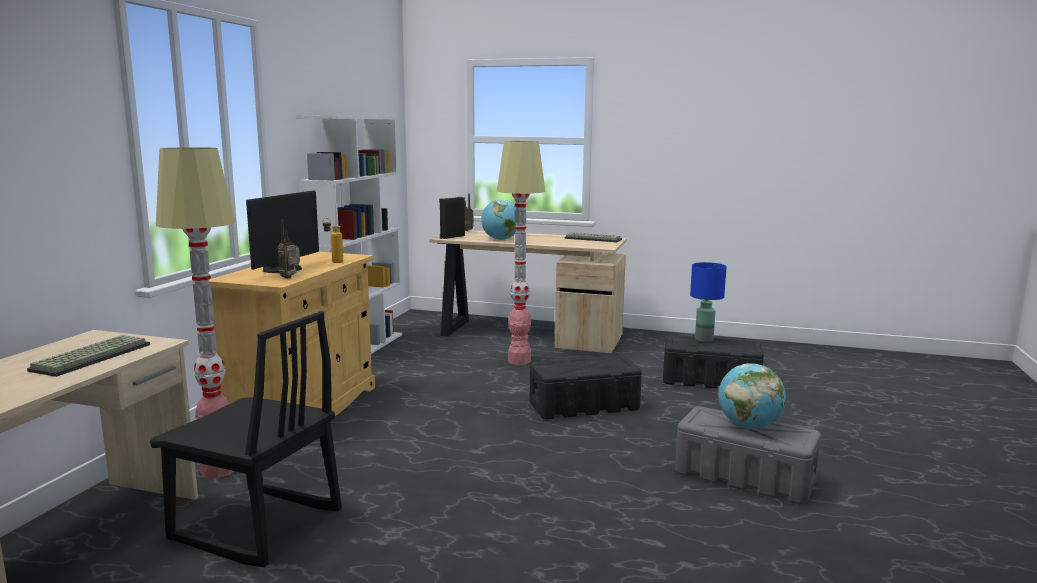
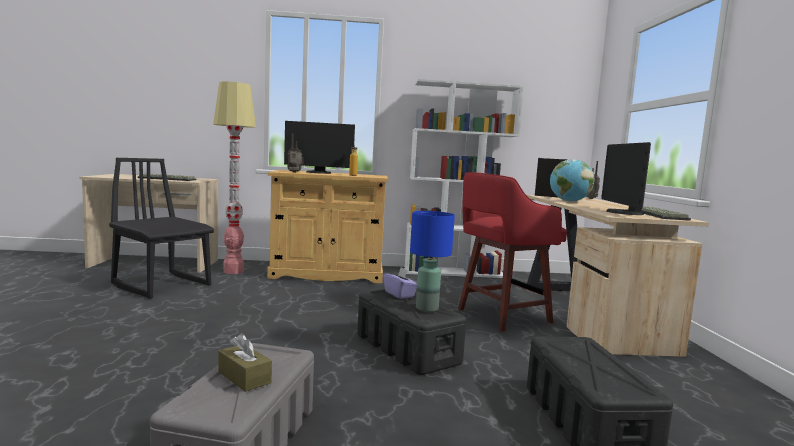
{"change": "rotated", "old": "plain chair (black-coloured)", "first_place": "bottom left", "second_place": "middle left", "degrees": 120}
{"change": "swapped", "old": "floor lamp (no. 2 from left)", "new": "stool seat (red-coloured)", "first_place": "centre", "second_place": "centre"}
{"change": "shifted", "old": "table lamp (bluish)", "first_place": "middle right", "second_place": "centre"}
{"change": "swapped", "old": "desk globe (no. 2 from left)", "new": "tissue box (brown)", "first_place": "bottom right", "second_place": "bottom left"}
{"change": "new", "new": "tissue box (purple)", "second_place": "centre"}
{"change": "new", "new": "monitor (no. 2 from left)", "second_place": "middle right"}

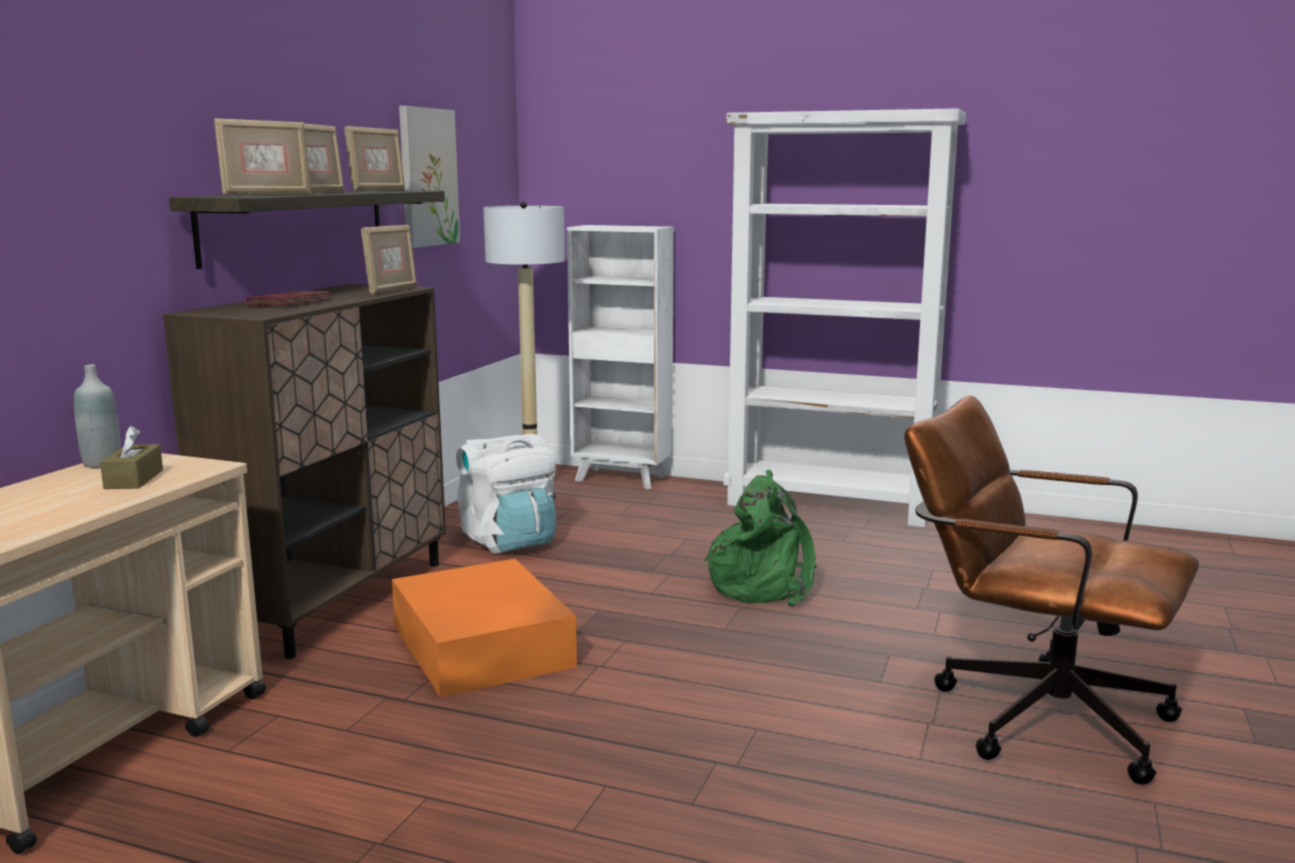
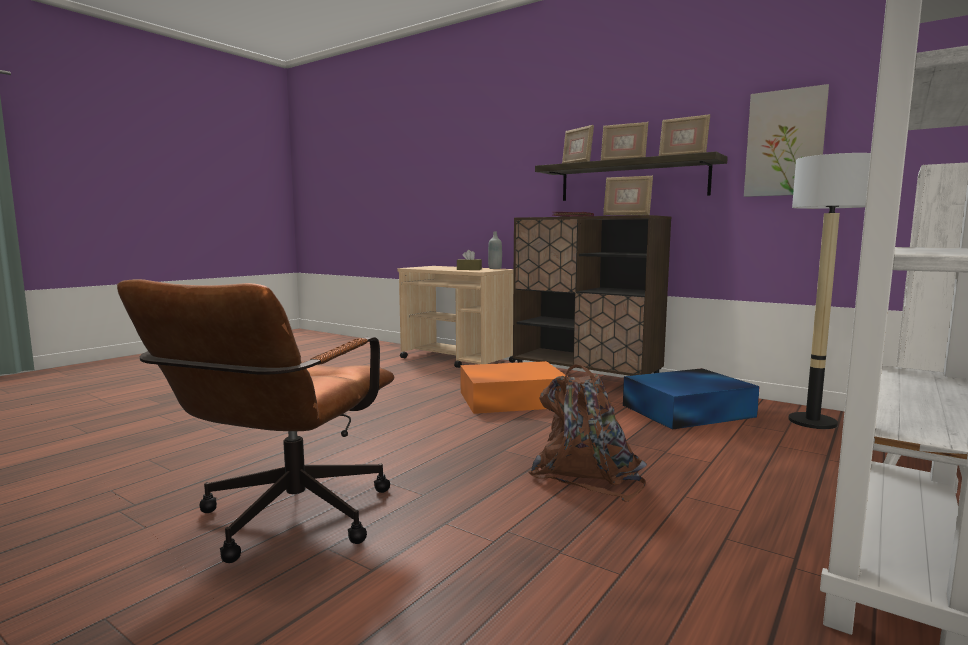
{"change": "swapped", "old": "rucksack (white)", "new": "storage bin (bluish)", "first_place": "centre", "second_place": "middle right"}
{"change": "repainted", "old": "rucksack (green-coloured)", "new": "rucksack (brown)", "first_place": "centre", "second_place": "bottom centre"}
{"change": "rotated", "old": "office chair (brown)", "first_place": "bottom right", "second_place": "middle left", "degrees": 150}

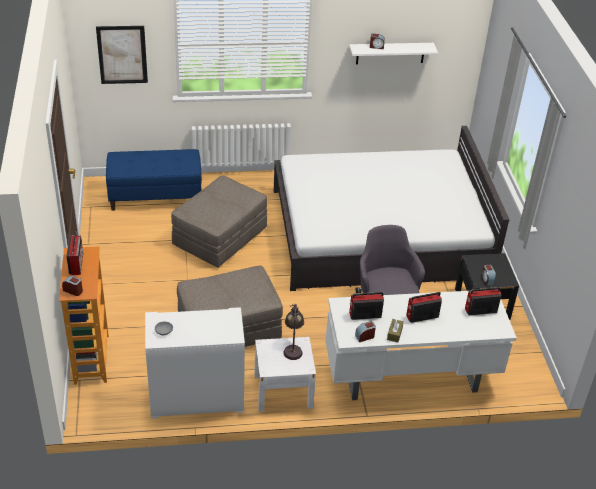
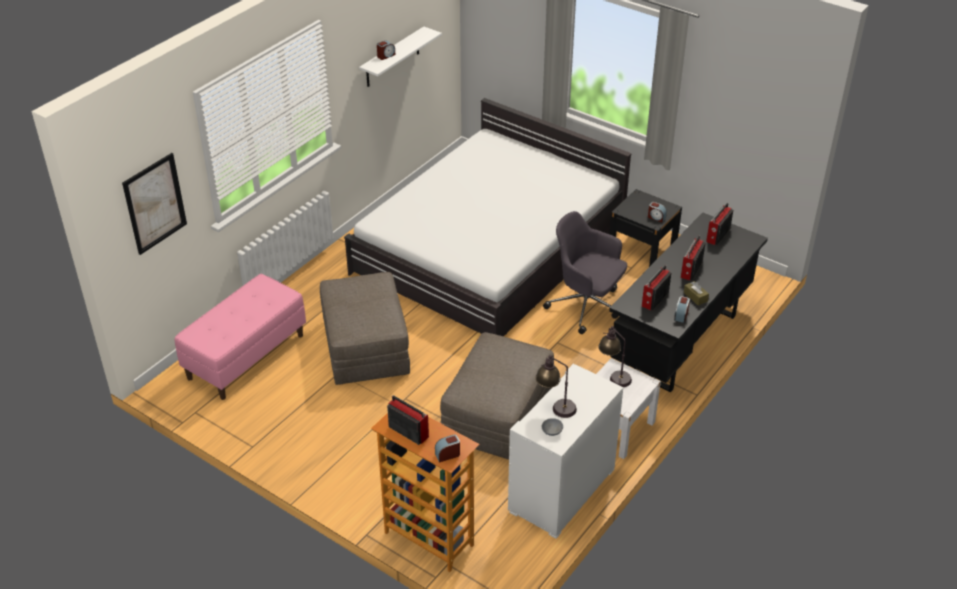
{"change": "repainted", "old": "bench (bluish)", "new": "bench (pink)", "first_place": "middle left", "second_place": "middle left"}
{"change": "repainted", "old": "desk (white)", "new": "desk (black-coloured)", "first_place": "bottom right", "second_place": "middle right"}
{"change": "new", "new": "table lamp (no. 1 from left)", "second_place": "centre"}

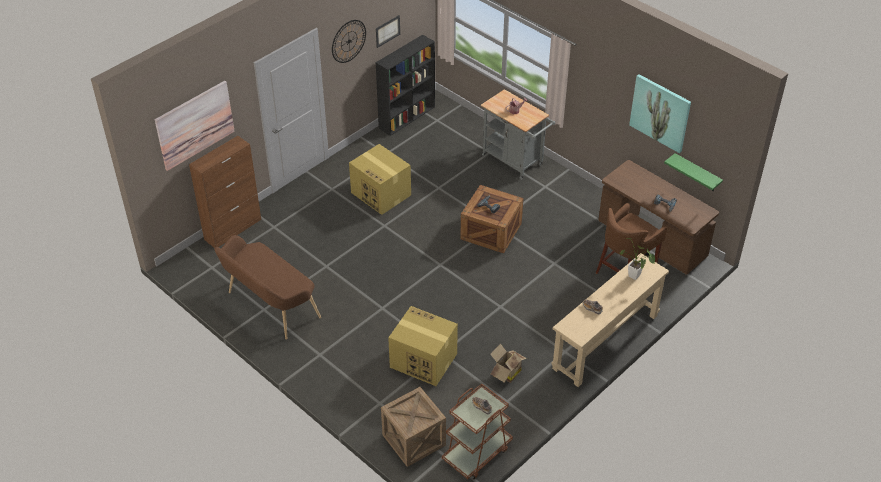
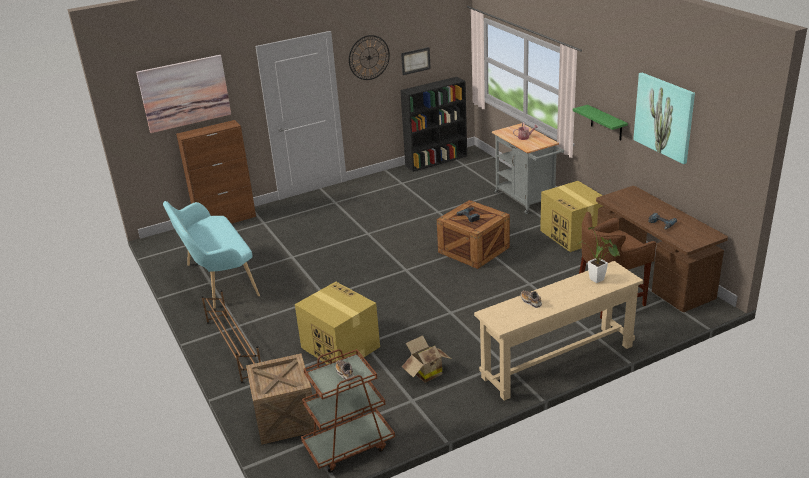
{"change": "repainted", "old": "bench (brown)", "new": "bench (turquoise-coloured)", "first_place": "middle left", "second_place": "middle left"}
{"change": "shifted", "old": "carton (no. 1 from left in the first image)", "new": "carton (no. 3 from left)", "first_place": "centre", "second_place": "middle right"}
{"change": "shifted", "old": "bracket shelf (green-coloured)", "first_place": "middle right", "second_place": "top right"}
{"change": "new", "new": "shoe stand (brown)", "second_place": "bottom left"}

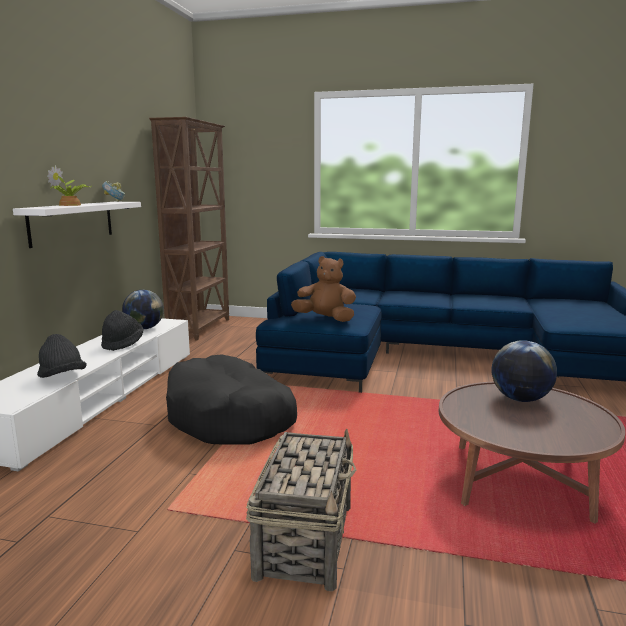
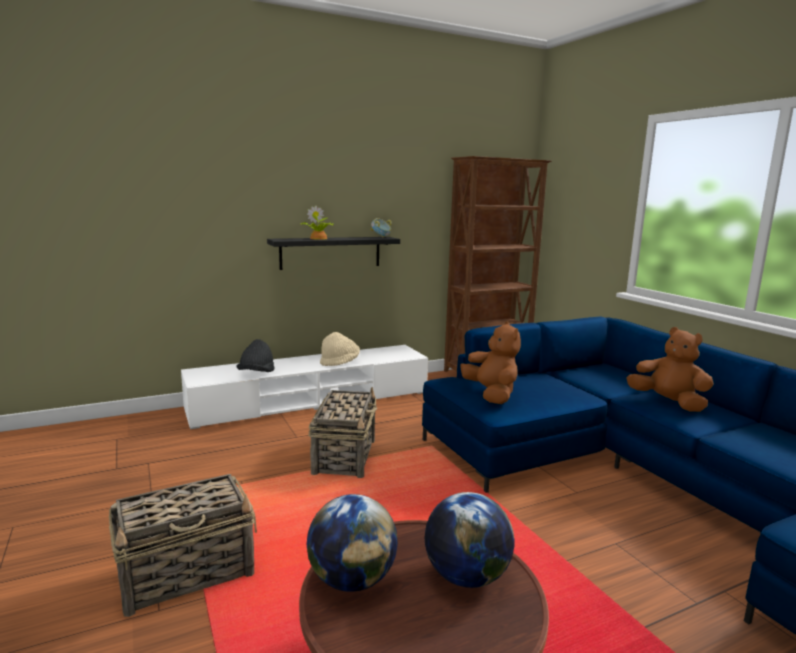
{"change": "repainted", "old": "bracket shelf (white)", "new": "bracket shelf (black-coloured)", "first_place": "middle left", "second_place": "centre"}
{"change": "repainted", "old": "clothing hat (black-coloured) (no. 2 from left)", "new": "clothing hat (beige-coloured)", "first_place": "middle left", "second_place": "centre"}
{"change": "shifted", "old": "desk globe (no. 1 from left)", "first_place": "middle left", "second_place": "bottom centre"}
{"change": "swapped", "old": "dog cushion (black-coloured)", "new": "storage basket (no. 2 from left)", "first_place": "centre", "second_place": "centre"}
{"change": "new", "new": "cuddly toy (brown) (no. 2 from left)", "second_place": "middle right"}

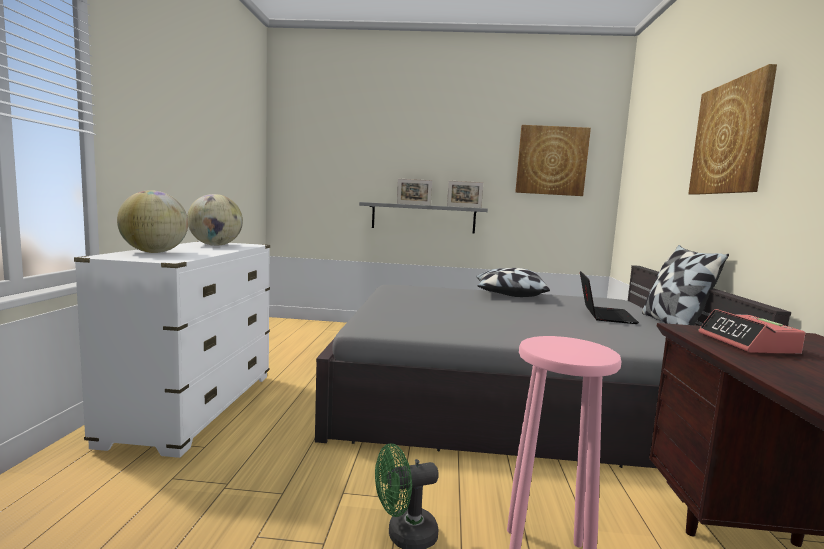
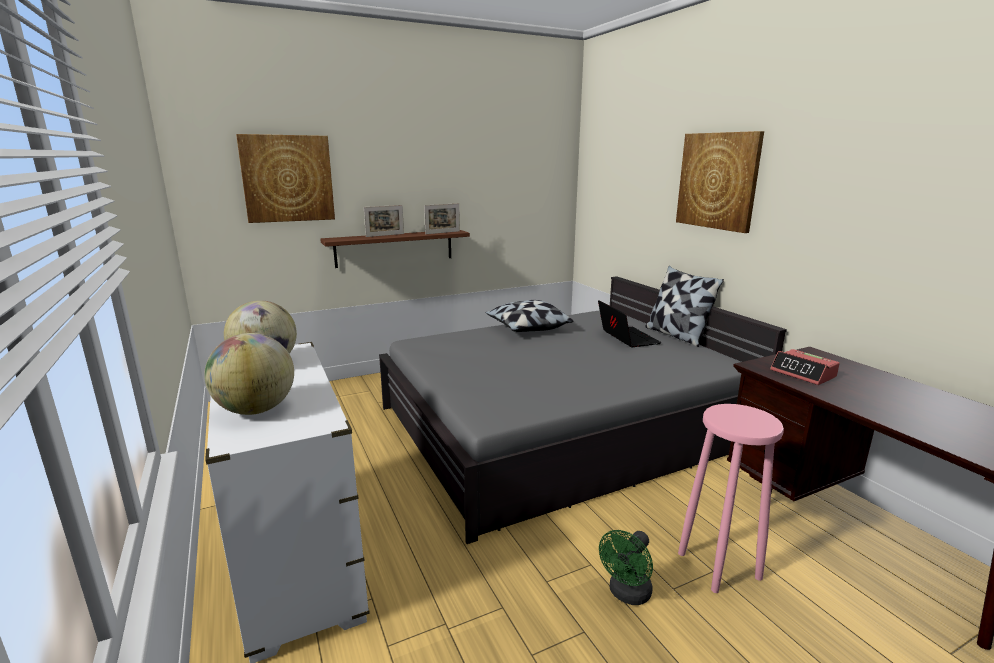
{"change": "repainted", "old": "bracket shelf (grey)", "new": "bracket shelf (brown)", "first_place": "centre", "second_place": "centre"}
{"change": "shifted", "old": "wall picture (no. 1 from left)", "first_place": "top right", "second_place": "top left"}

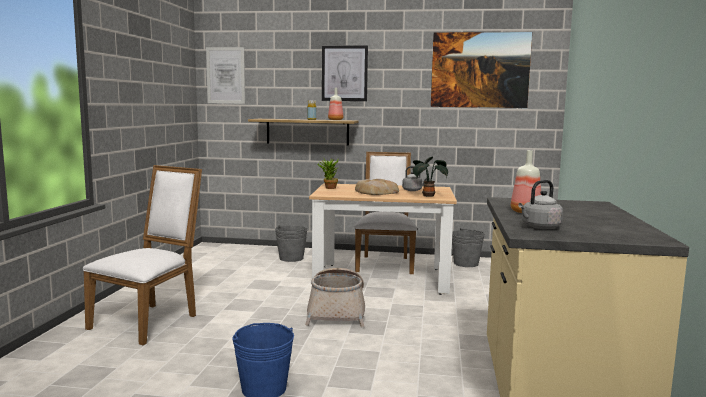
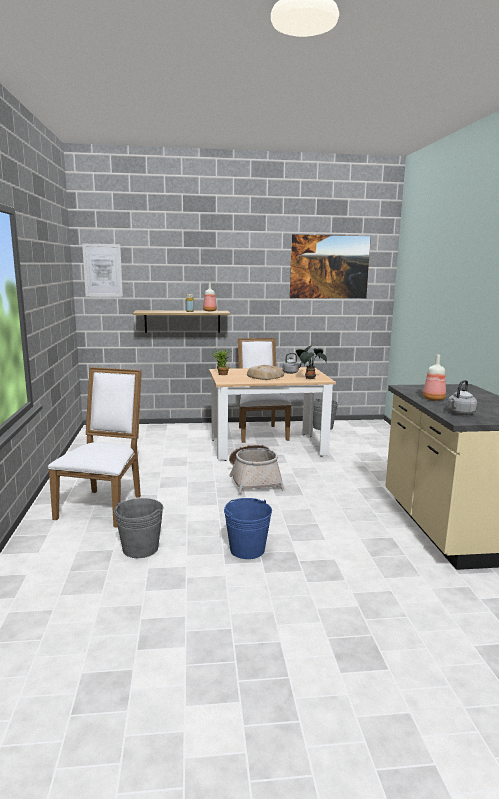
{"change": "shifted", "old": "pail (grey) (no. 1 from left)", "first_place": "centre", "second_place": "middle left"}
{"change": "gone", "old": "wall picture (no. 2 from left)", "first_place": "top centre"}

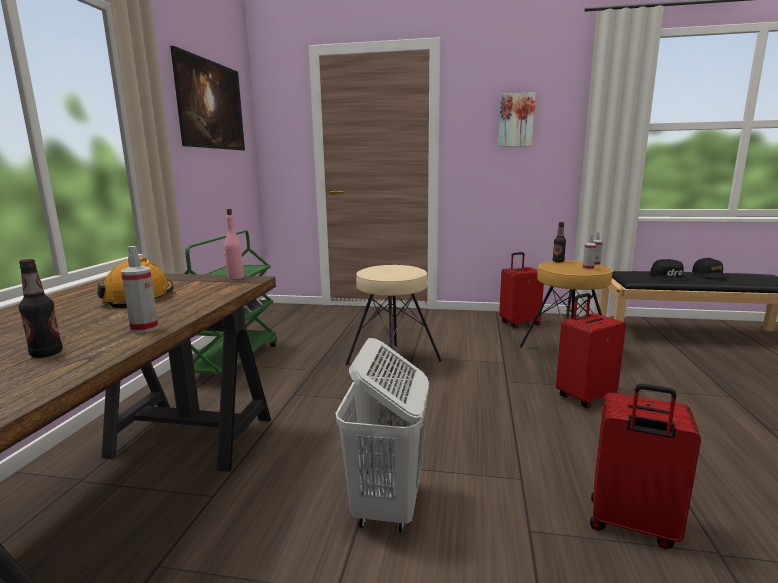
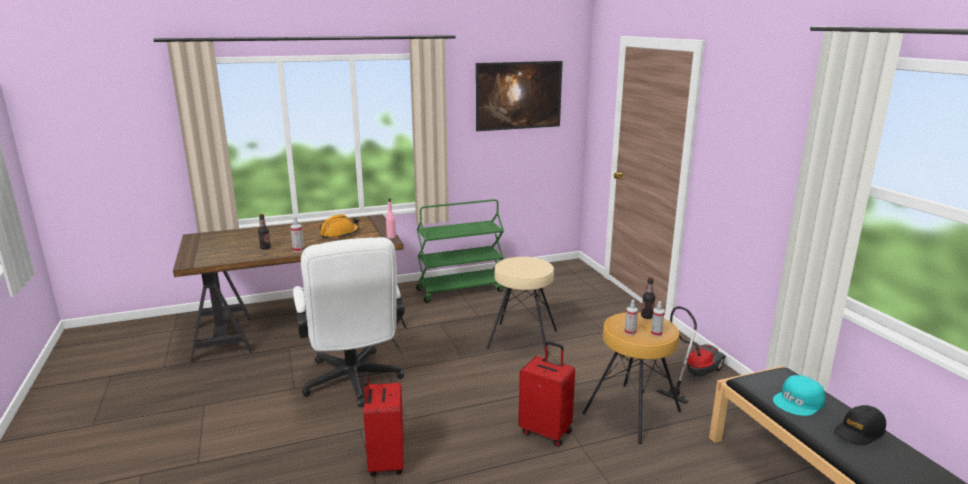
{"change": "swapped", "old": "washing basket (white)", "new": "office chair (white)", "first_place": "bottom centre", "second_place": "centre"}
{"change": "gone", "old": "wall picture (no. 2 from left)", "first_place": "top centre"}
{"change": "swapped", "old": "travel case (red-coloured) (no. 1 from left)", "new": "hoover", "first_place": "middle right", "second_place": "bottom right"}
{"change": "repainted", "old": "peaked cap (black-coloured) (no. 1 from left)", "new": "peaked cap (turquoise-coloured)", "first_place": "middle right", "second_place": "bottom right"}

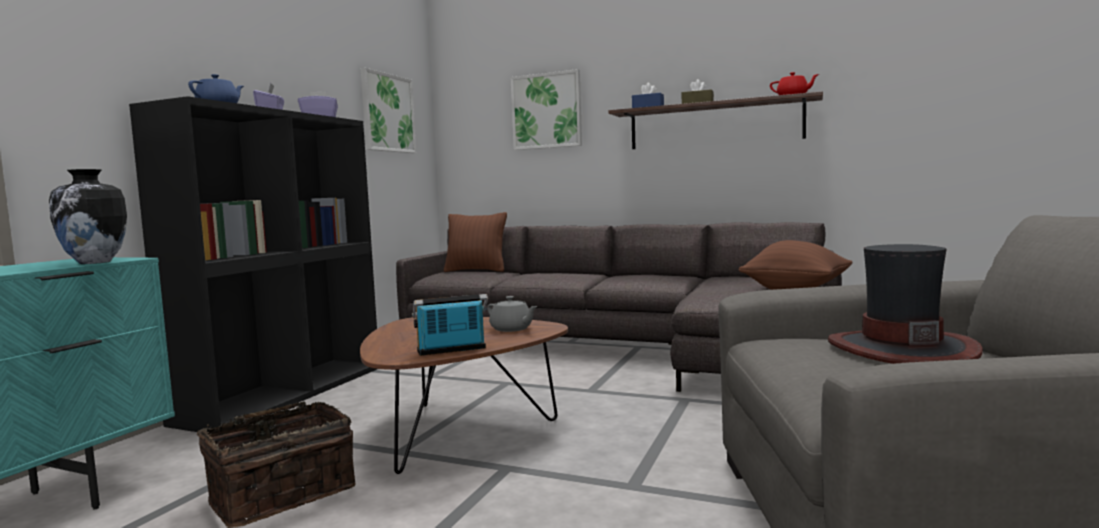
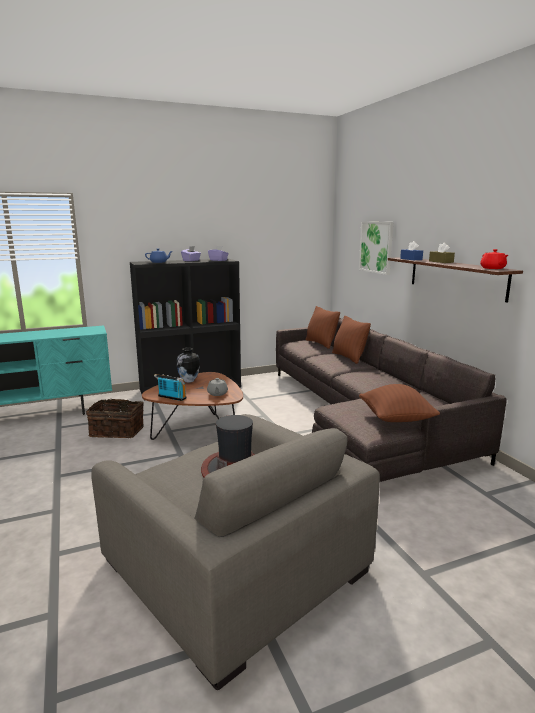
{"change": "shifted", "old": "vase", "first_place": "middle left", "second_place": "centre"}
{"change": "gone", "old": "wall picture (no. 1 from left)", "first_place": "top centre"}
{"change": "new", "new": "throw pillow (brown) (no. 2 from left)", "second_place": "centre"}

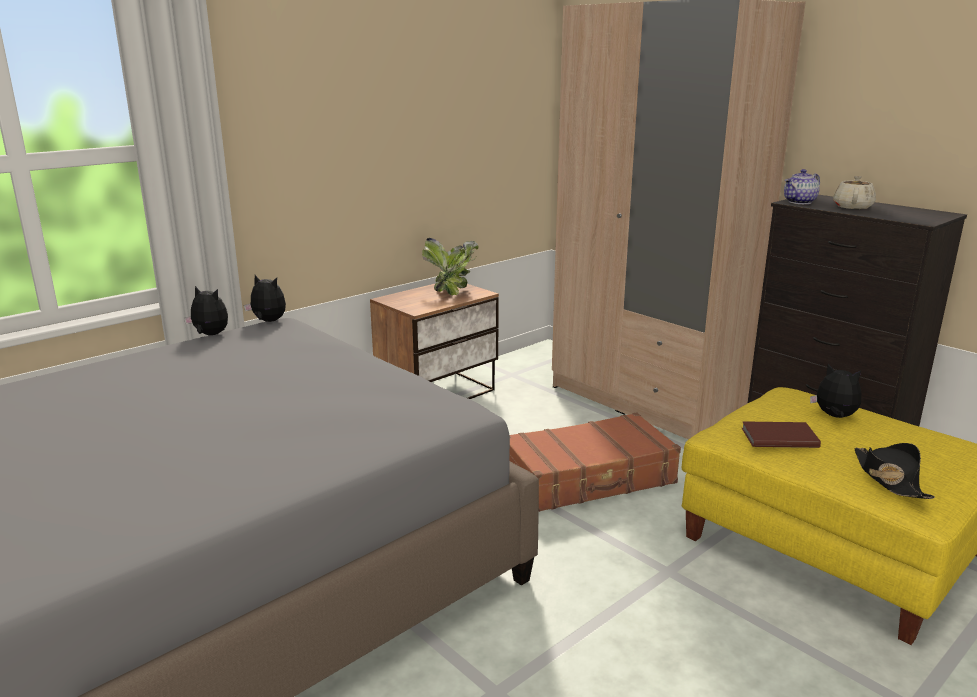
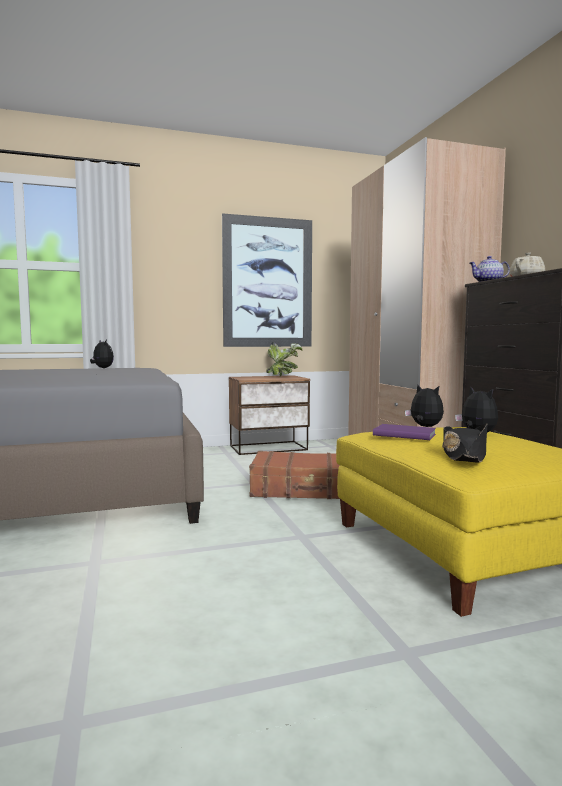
{"change": "shifted", "old": "cuddly toy (no. 2 from left)", "first_place": "middle left", "second_place": "middle right"}
{"change": "repainted", "old": "book (brown)", "new": "book (purple)", "first_place": "middle right", "second_place": "middle right"}
{"change": "new", "new": "wall picture", "second_place": "centre"}

